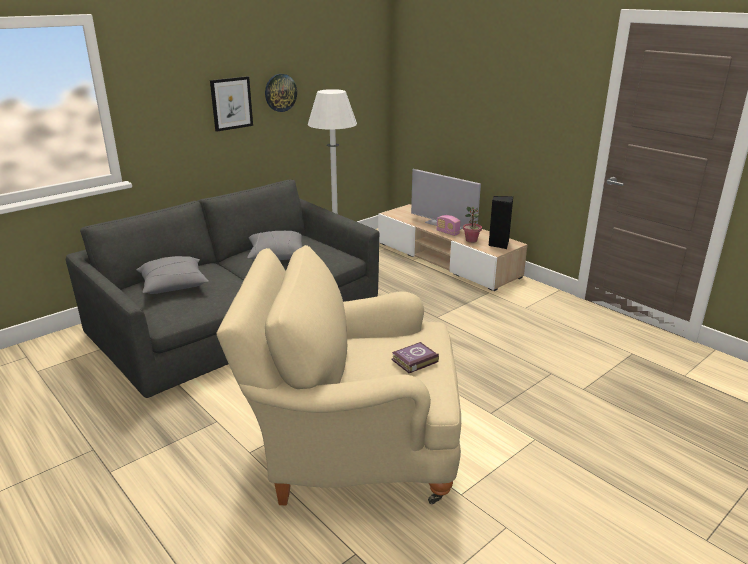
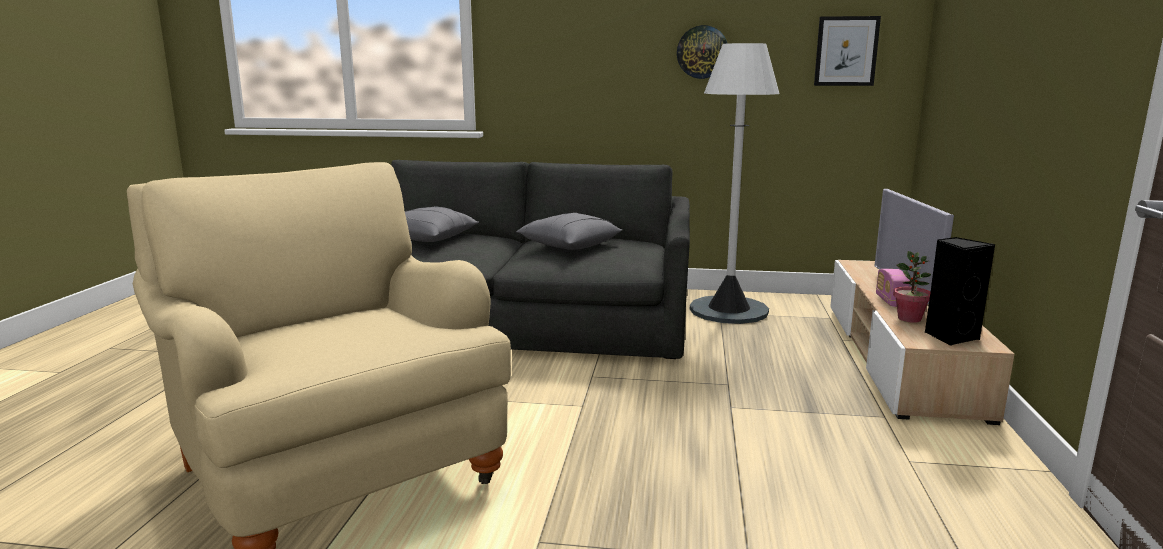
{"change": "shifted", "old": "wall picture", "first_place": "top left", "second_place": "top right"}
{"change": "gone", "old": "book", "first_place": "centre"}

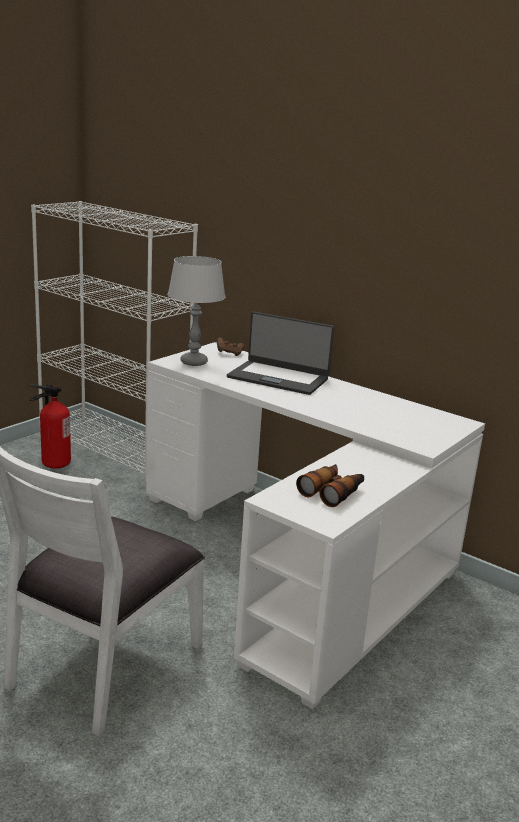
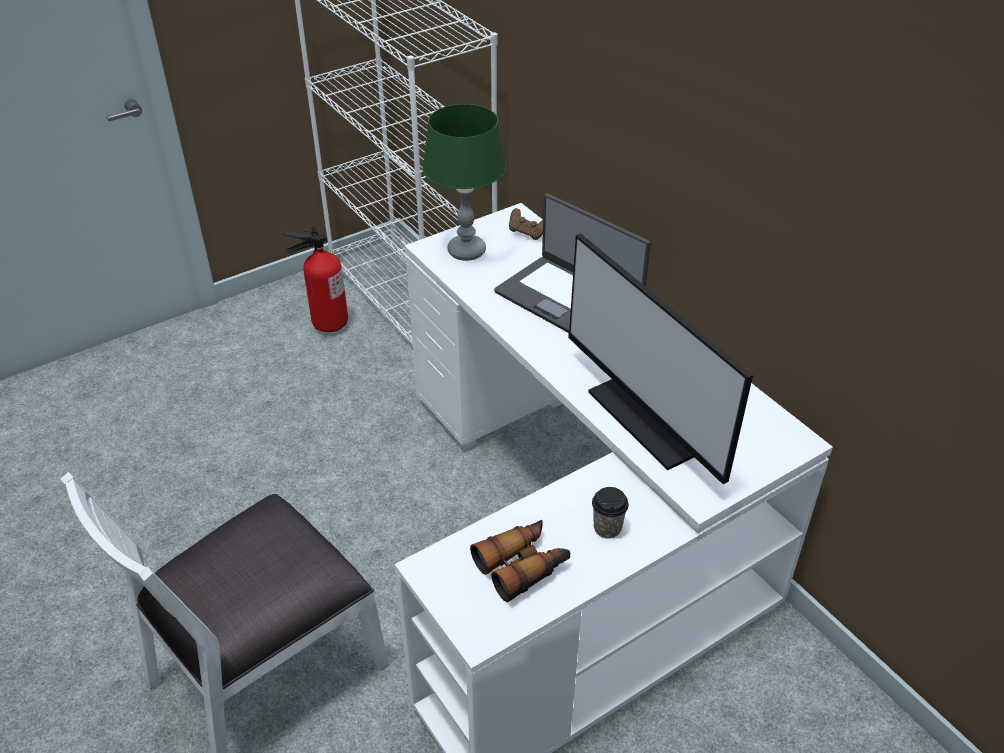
{"change": "repainted", "old": "table lamp (grey)", "new": "table lamp (green-coloured)", "first_place": "centre", "second_place": "top centre"}
{"change": "new", "new": "monitor", "second_place": "centre"}
{"change": "new", "new": "cup", "second_place": "bottom centre"}

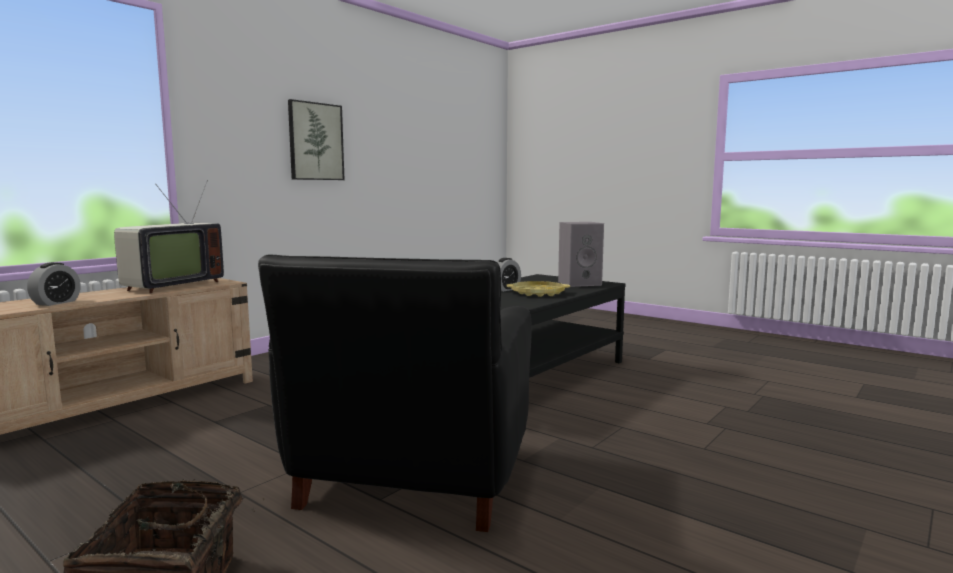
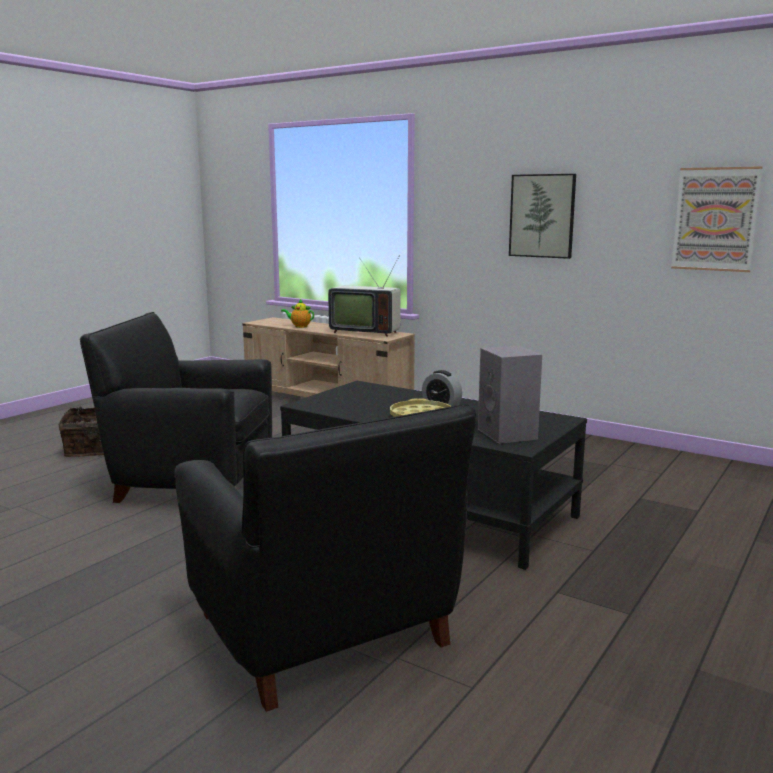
{"change": "swapped", "old": "bedside clock (no. 1 from left)", "new": "teapot", "first_place": "middle left", "second_place": "centre"}
{"change": "new", "new": "easy chair (black-coloured) (no. 2 from left)", "second_place": "bottom centre"}
{"change": "new", "new": "wall picture (no. 2 from left)", "second_place": "top right"}

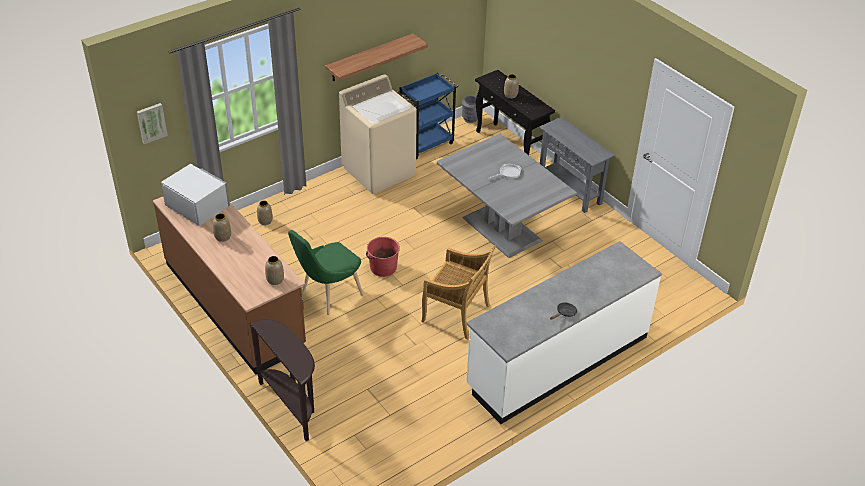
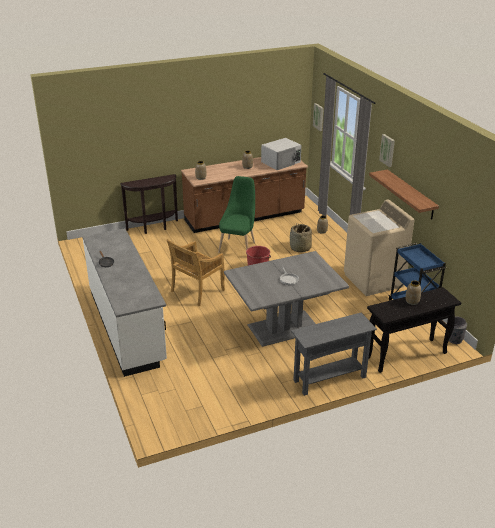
{"change": "rotated", "old": "plain chair (green-coloured)", "first_place": "centre", "second_place": "centre", "degrees": 45}
{"change": "new", "new": "storage basket", "second_place": "centre"}
{"change": "new", "new": "wall picture (no. 2 from left)", "second_place": "top right"}

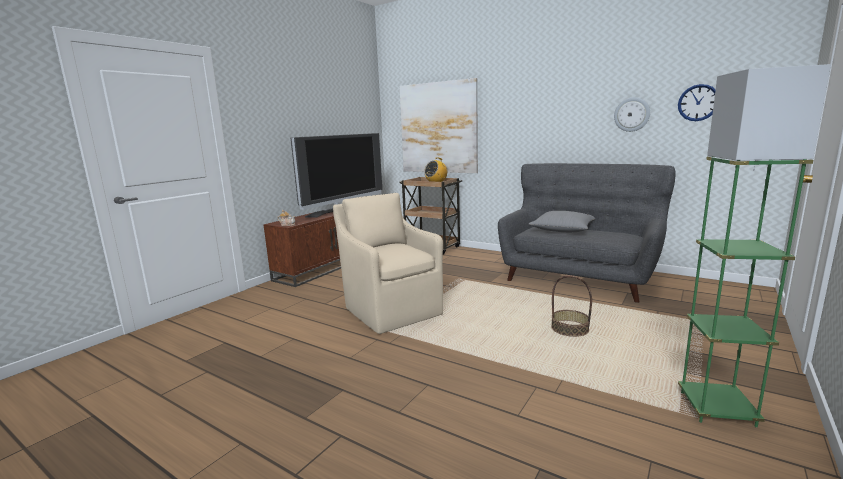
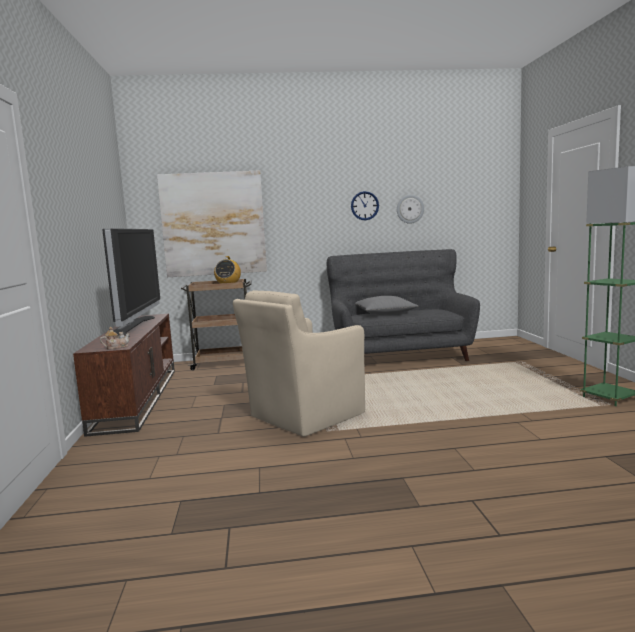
{"change": "rotated", "old": "easy chair (beige-coloured)", "first_place": "centre", "second_place": "centre", "degrees": -60}
{"change": "gone", "old": "storage basket", "first_place": "middle right"}
{"change": "shifted", "old": "wall clock (no. 2 from left in the first image)", "new": "wall clock (no. 1 from left)", "first_place": "top right", "second_place": "top centre"}

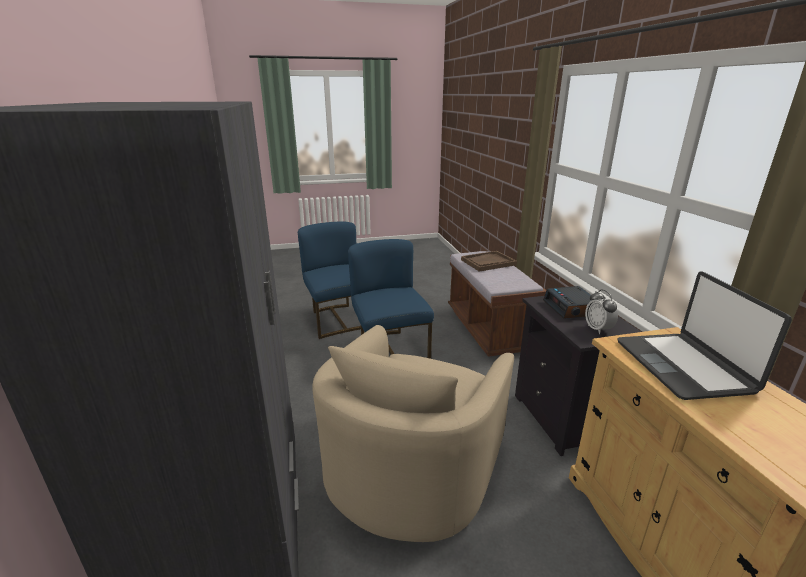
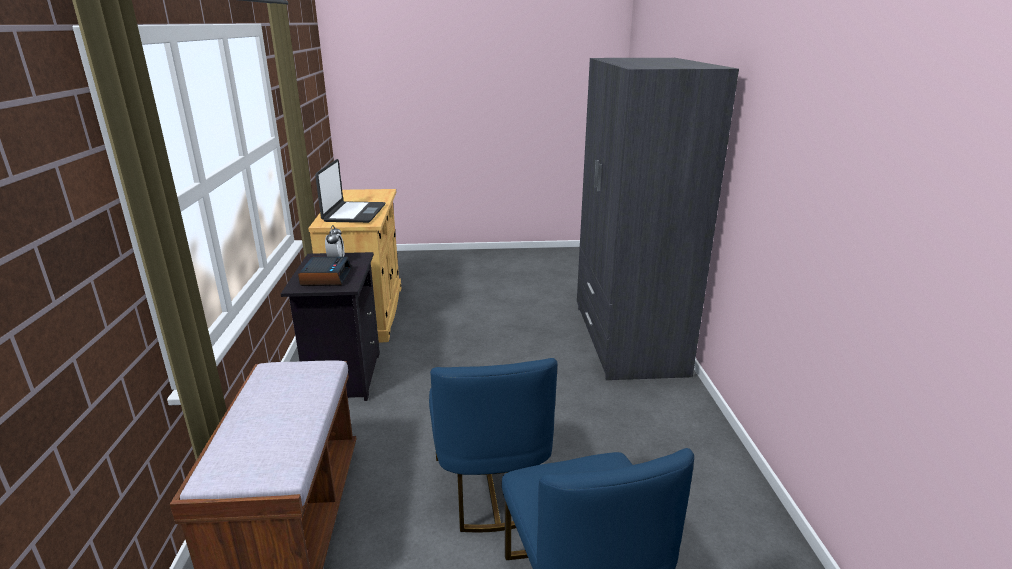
{"change": "gone", "old": "easy chair (beige-coloured)", "first_place": "bottom centre"}
{"change": "gone", "old": "tray (brown)", "first_place": "centre"}

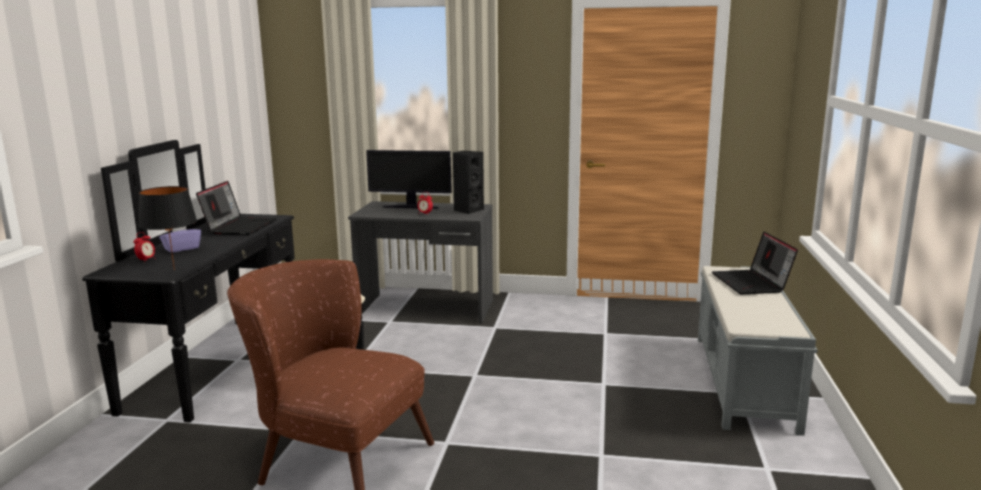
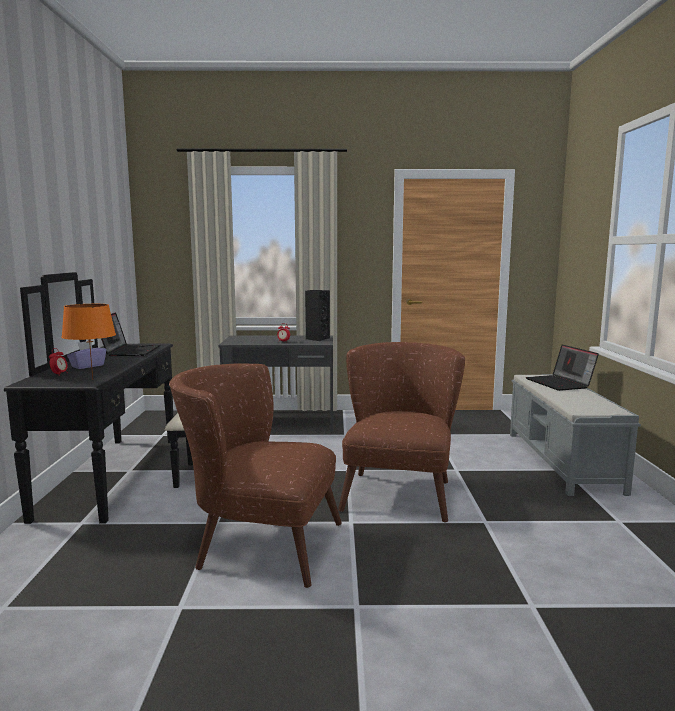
{"change": "repainted", "old": "table lamp (black-coloured)", "new": "table lamp (orange)", "first_place": "middle left", "second_place": "middle left"}
{"change": "gone", "old": "monitor", "first_place": "centre"}
{"change": "new", "new": "easy chair (brown) (no. 2 from left)", "second_place": "centre"}

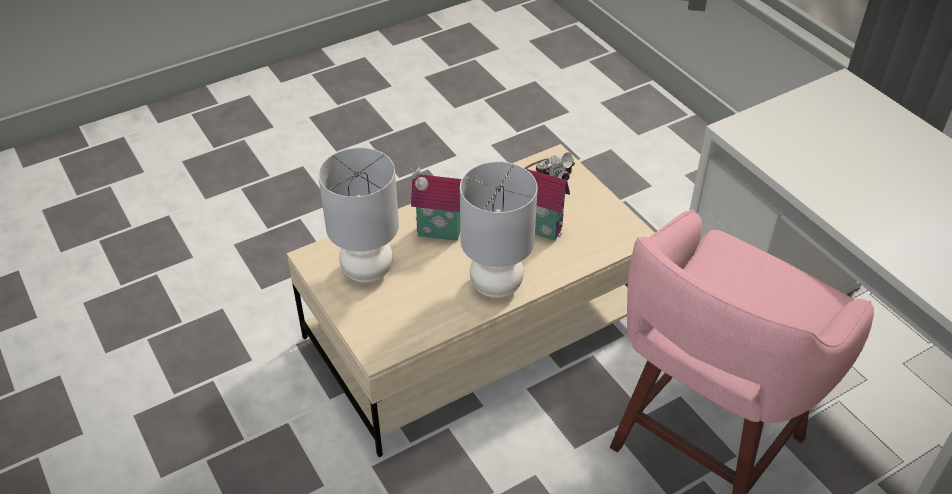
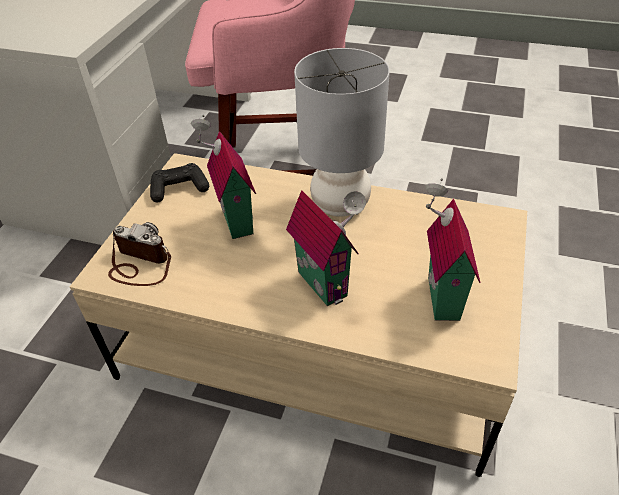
{"change": "swapped", "old": "table lamp (grey) (no. 1 from left)", "new": "toy house (no. 3 from left)", "first_place": "centre", "second_place": "middle right"}
{"change": "new", "new": "game controller (black-coloured)", "second_place": "middle left"}

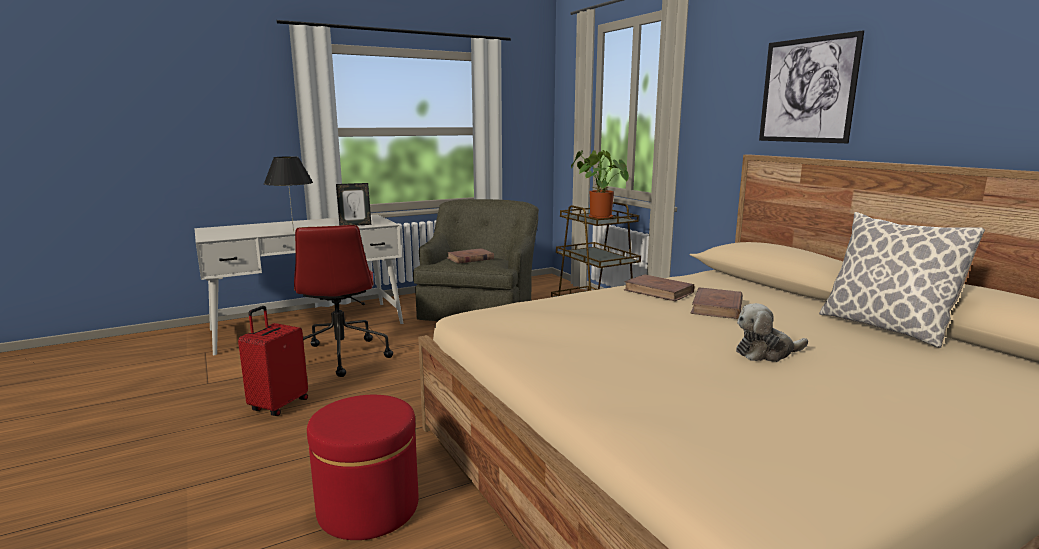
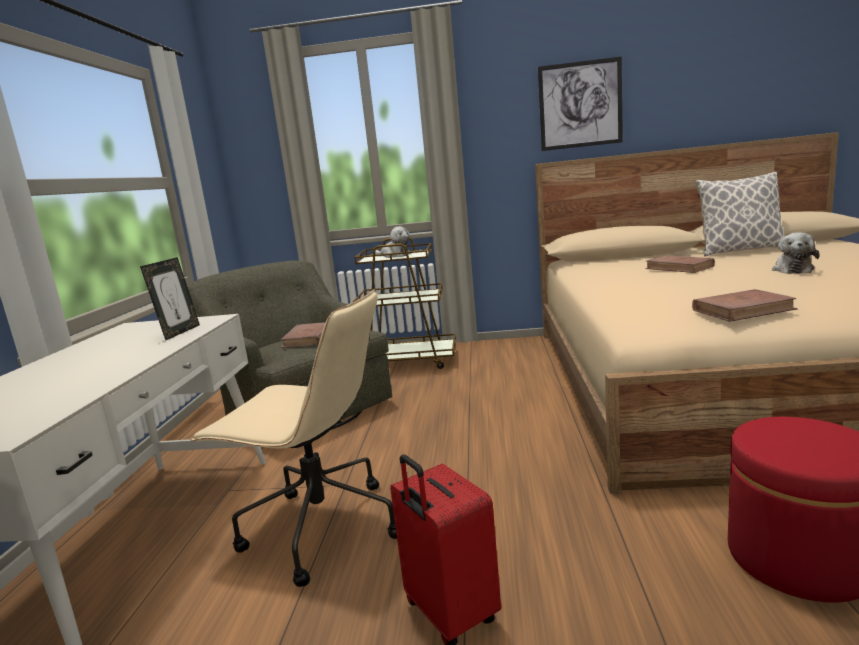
{"change": "gone", "old": "table lamp (black-coloured)", "first_place": "middle left"}
{"change": "repainted", "old": "office chair (red-coloured)", "new": "office chair (beige-coloured)", "first_place": "middle left", "second_place": "bottom centre"}
{"change": "swapped", "old": "plant in a pot", "new": "cuddly toy (no. 1 from left)", "first_place": "centre", "second_place": "centre"}
{"change": "shifted", "old": "book (brown) (no. 2 from left in the first image)", "new": "book (brown) (no. 3 from left)", "first_place": "centre", "second_place": "middle right"}

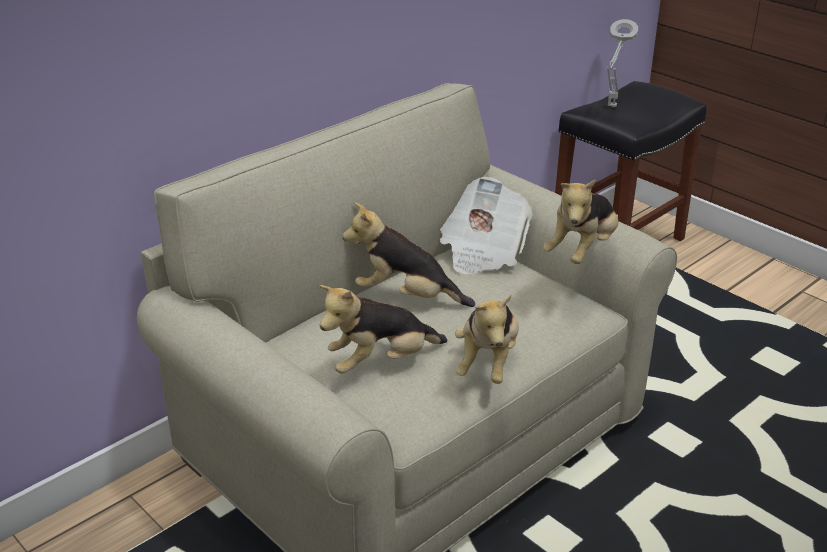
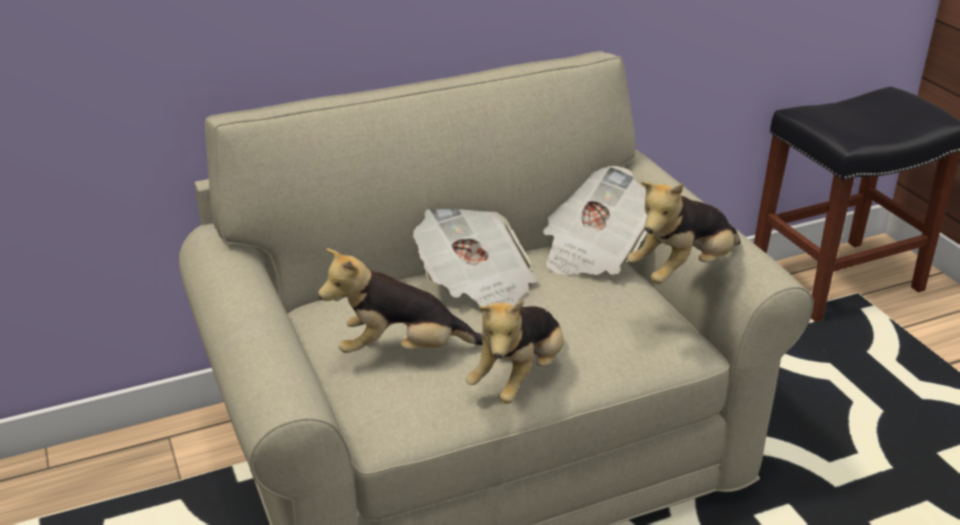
{"change": "swapped", "old": "cuddly toy (no. 2 from left)", "new": "newspaper (no. 1 from left)", "first_place": "centre", "second_place": "centre"}
{"change": "gone", "old": "table lamp (grey)", "first_place": "top right"}

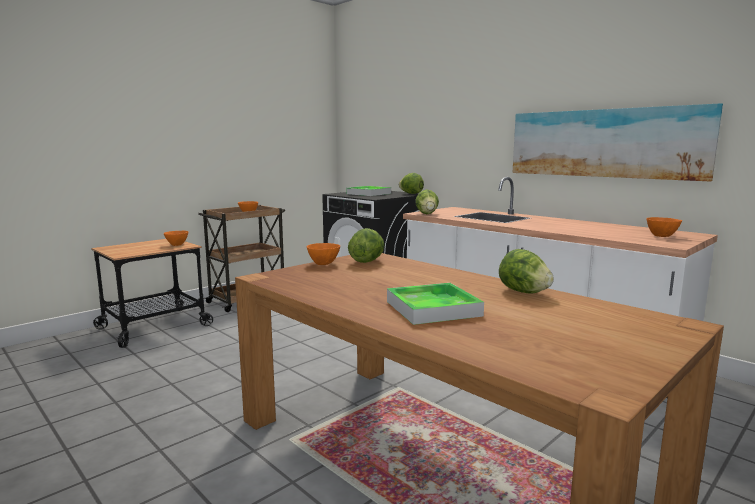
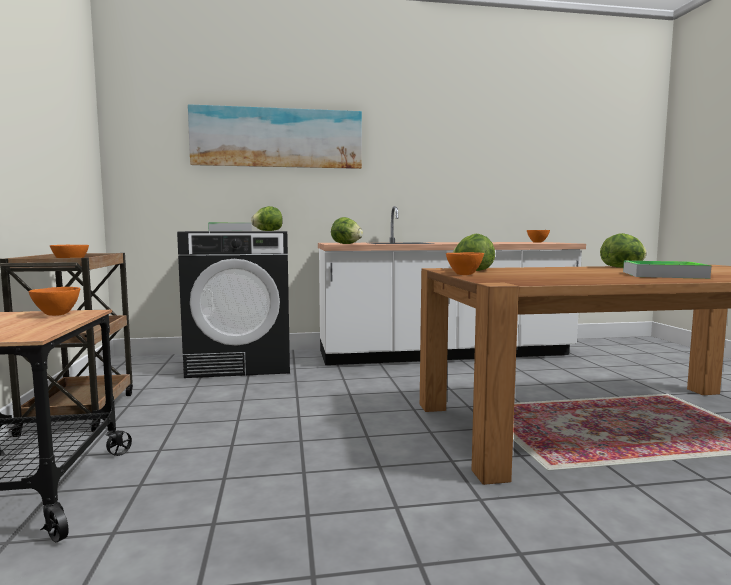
{"change": "shifted", "old": "wall picture", "first_place": "top right", "second_place": "top centre"}

